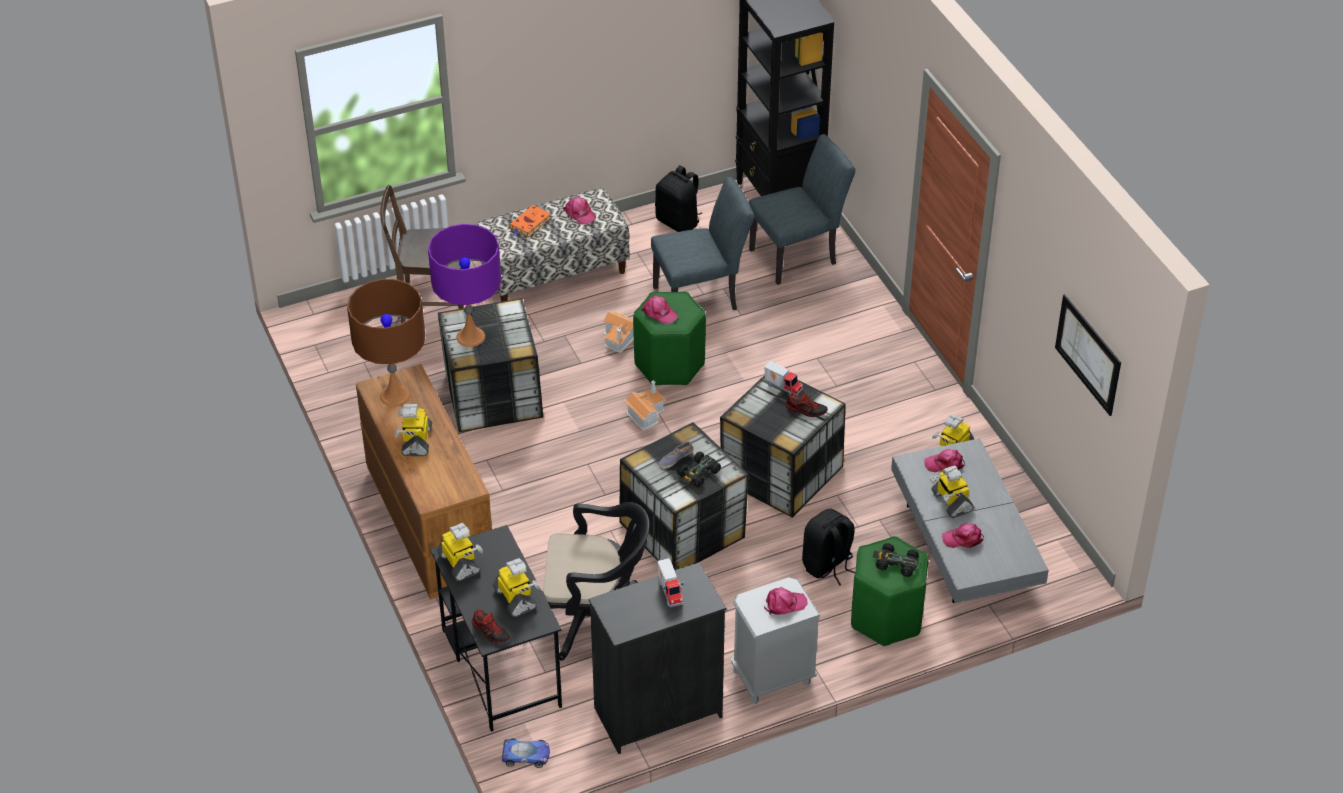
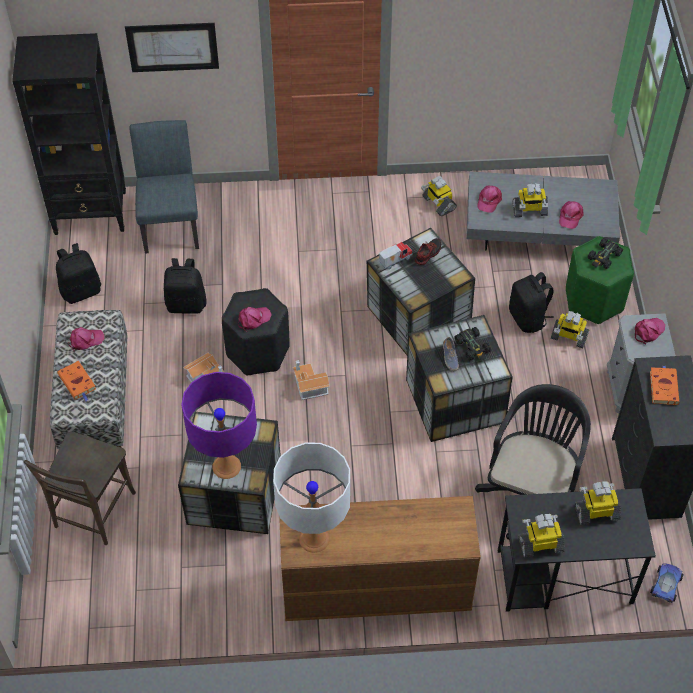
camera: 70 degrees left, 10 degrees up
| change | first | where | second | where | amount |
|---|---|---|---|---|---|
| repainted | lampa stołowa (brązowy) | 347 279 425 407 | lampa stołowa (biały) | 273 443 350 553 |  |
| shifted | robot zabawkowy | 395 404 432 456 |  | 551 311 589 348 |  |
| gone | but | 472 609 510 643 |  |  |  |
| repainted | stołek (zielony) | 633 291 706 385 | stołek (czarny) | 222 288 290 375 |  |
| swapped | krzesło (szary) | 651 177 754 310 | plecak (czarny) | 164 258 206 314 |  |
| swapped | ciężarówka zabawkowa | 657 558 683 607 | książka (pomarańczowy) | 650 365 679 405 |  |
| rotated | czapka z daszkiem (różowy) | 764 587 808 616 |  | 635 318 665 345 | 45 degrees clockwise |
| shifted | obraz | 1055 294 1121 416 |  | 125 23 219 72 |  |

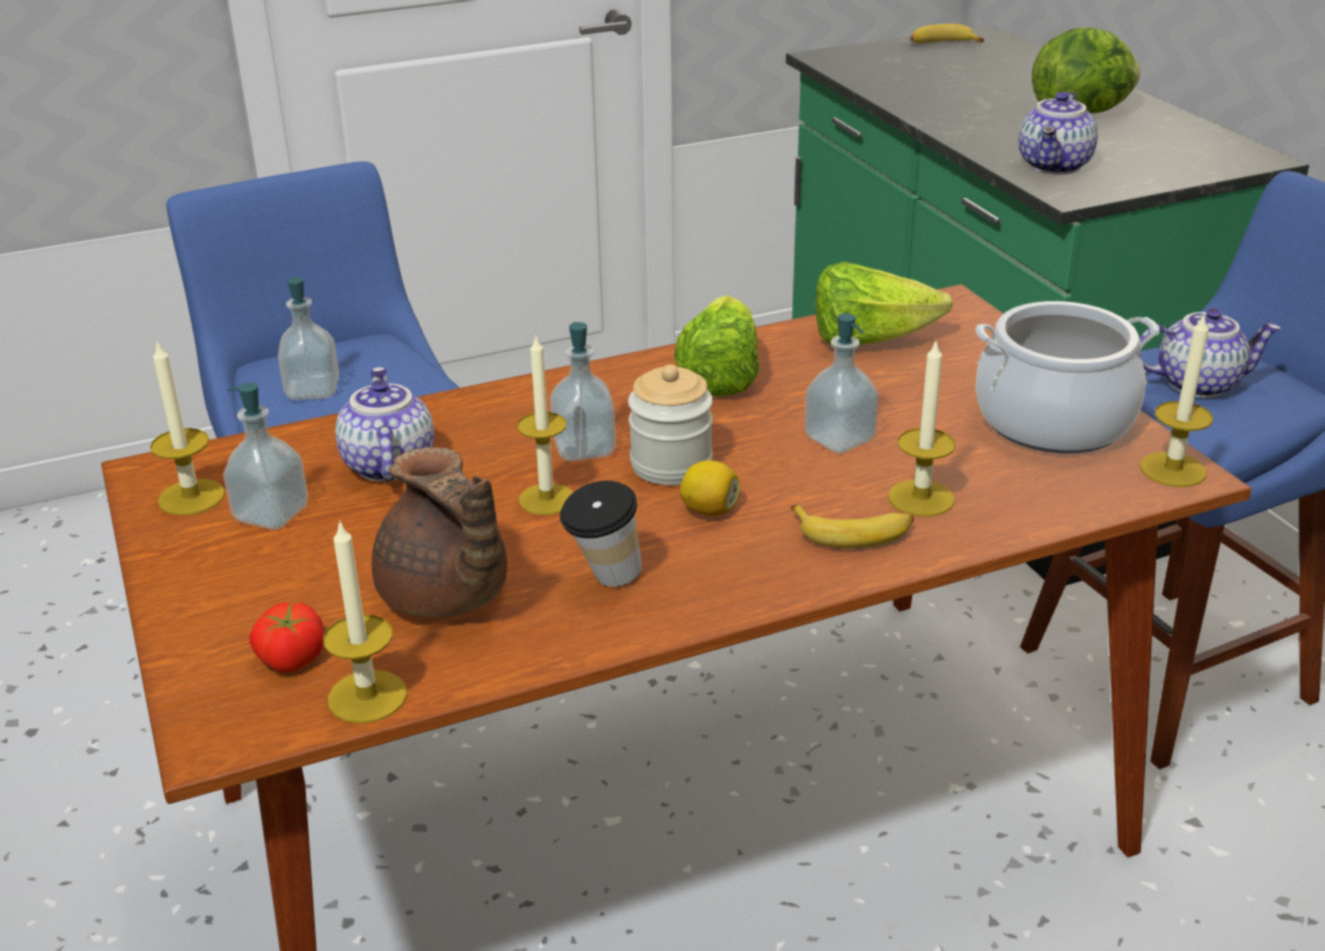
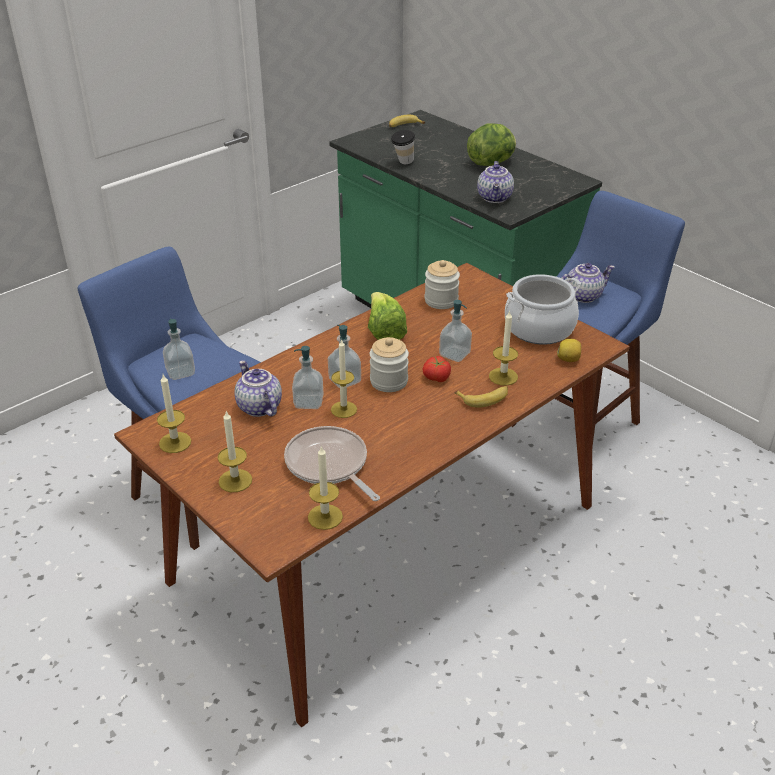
camera: 20 degrees left, 5 degrees up
| change | first | where | second | where | amount |
|---|---|---|---|---|---|
| shifted | dozownik mydła | 223 382 308 530 |  | 292 346 323 409 |  |
| shifted | pomidor | 249 602 324 672 |  | 422 356 451 382 |  |
| swapped | imbryk (brązowy) | 372 447 507 617 | patelnia | 284 426 380 501 |  |
| shifted | filiżanka | 560 481 642 587 |  | 391 130 415 164 |  |
| shifted | cytryna | 680 460 740 516 |  | 557 339 581 362 |  |
| swapped | sałata | 815 262 953 345 | słoik | 425 260 460 309 |  |
| shifted | świeca | 1140 312 1213 487 |  | 218 411 252 492 |  |

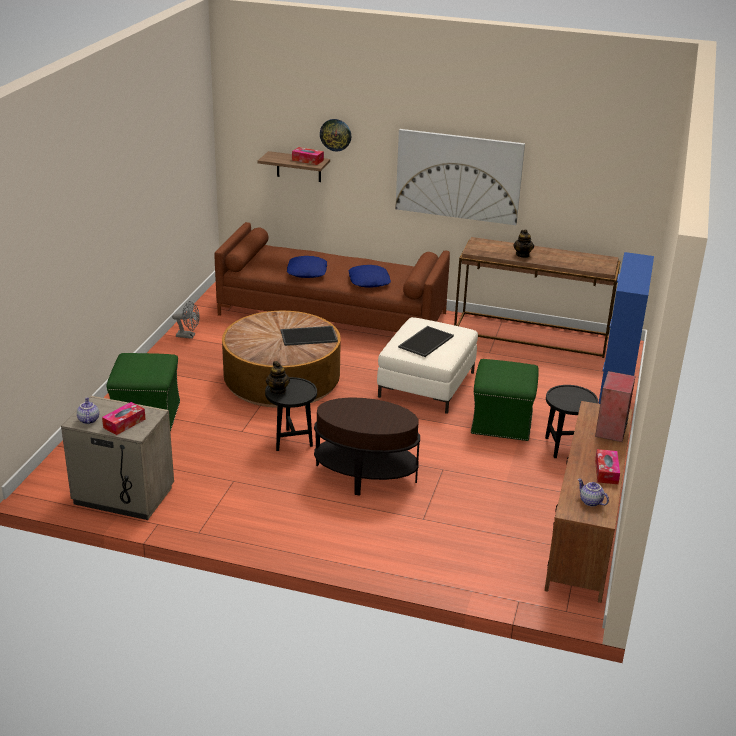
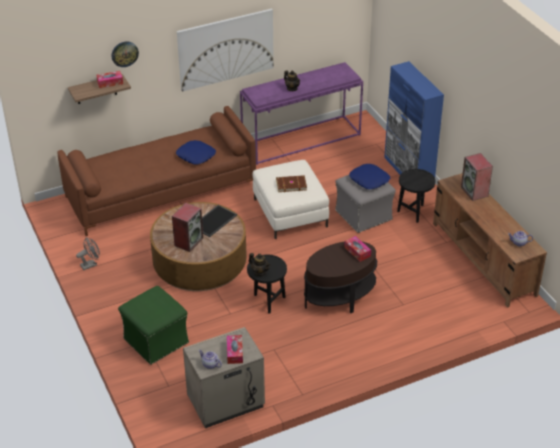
camera: 40 degrees left, 10 degrees up
| change | first | where | second | where | amount |
|---|---|---|---|---|---|
| shifted | poduszka (niebieski) | 287 256 327 278 |  | 349 164 390 189 |  |
| swapped | taca | 398 326 454 357 | książka (brązowy) | 276 175 307 192 |  |
| repainted | stolik konsolowy (brązowy) | 454 237 620 358 | stolik konsolowy (fioletowy) | 240 62 363 165 |  |
| repainted | pufa (zielony) | 471 359 539 441 | pufa (szary) | 335 175 396 233 |  |
| shifted | pudełko chusteczek | 595 449 620 484 |  | 344 236 371 262 |  |
| new |  |  | głośnik | 172 203 203 252 |  |

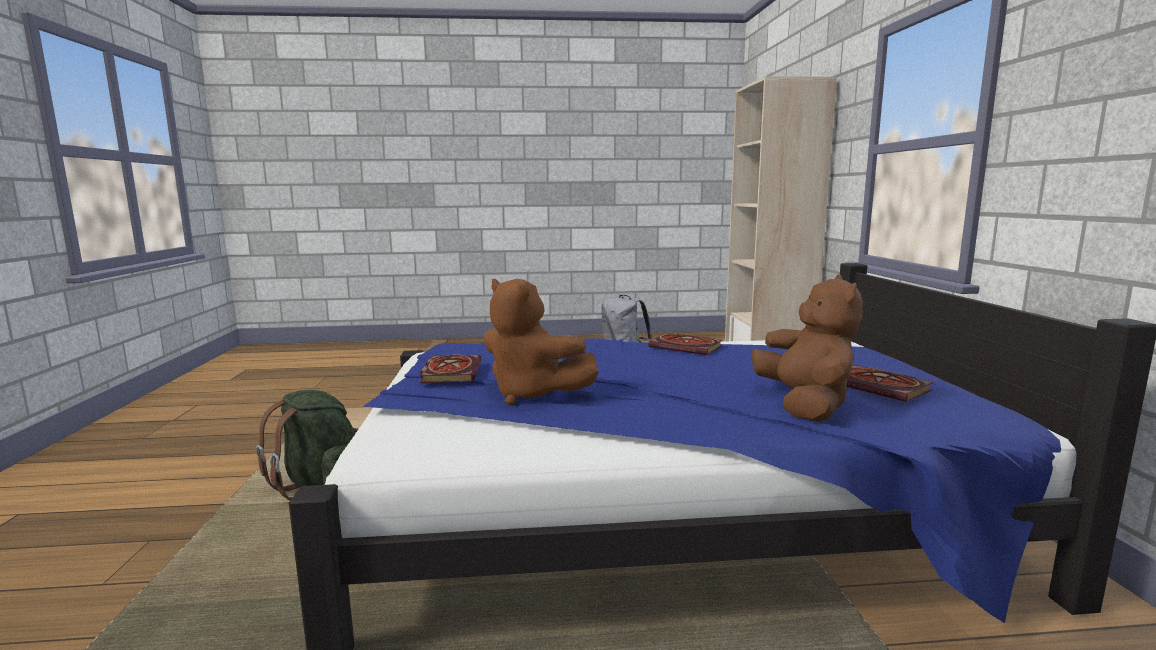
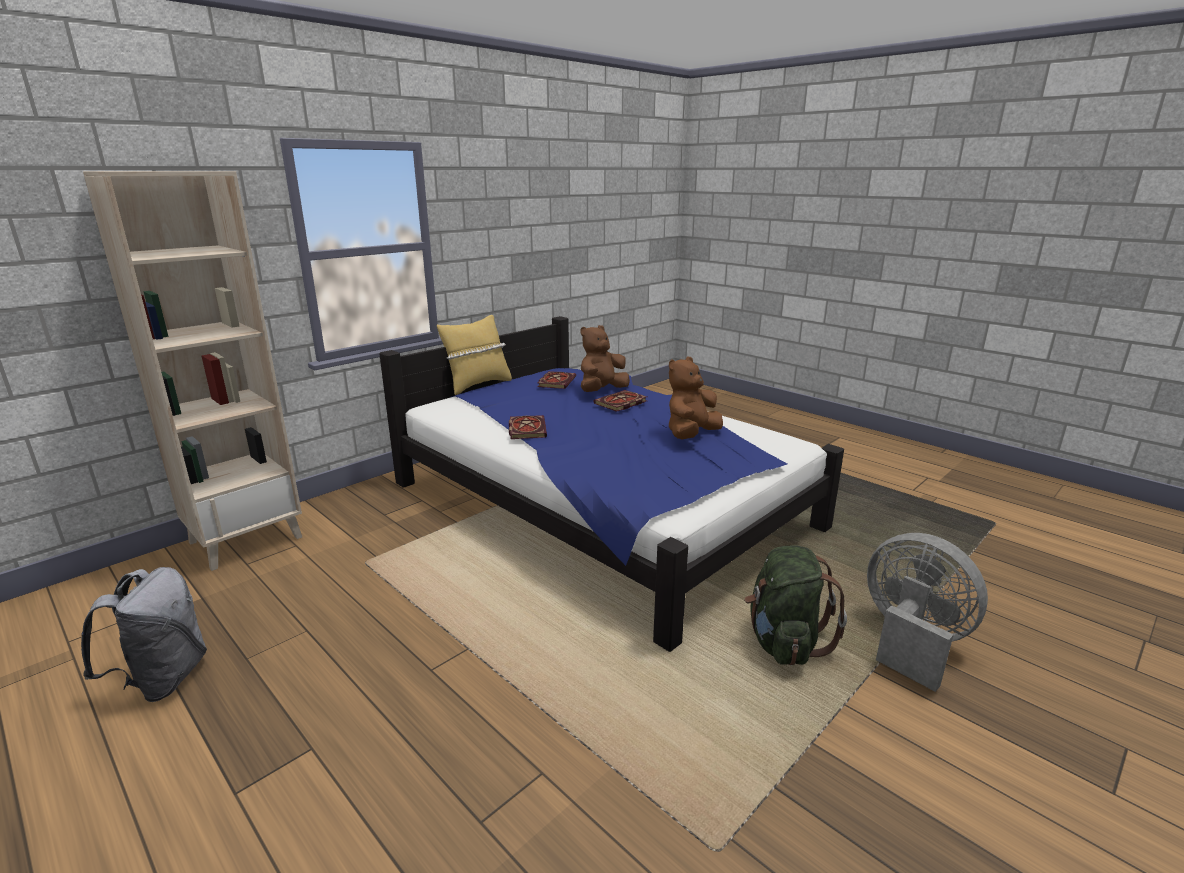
camera: 130 degrees left, 10 degrees up
| change | first | where | second | where | amount |
|---|---|---|---|---|---|
| shifted | książka | 420 354 481 383 |  | 594 390 647 412 |  |
| rotated | pluszak (brązowy) | 484 279 599 405 |  | 669 357 723 439 | 135 degrees counterclockwise |
| new |  |  | poduszka (żółty) | 437 315 512 395 |  |
| new |  |  | wentylator (szary) | 867 533 988 692 |  |

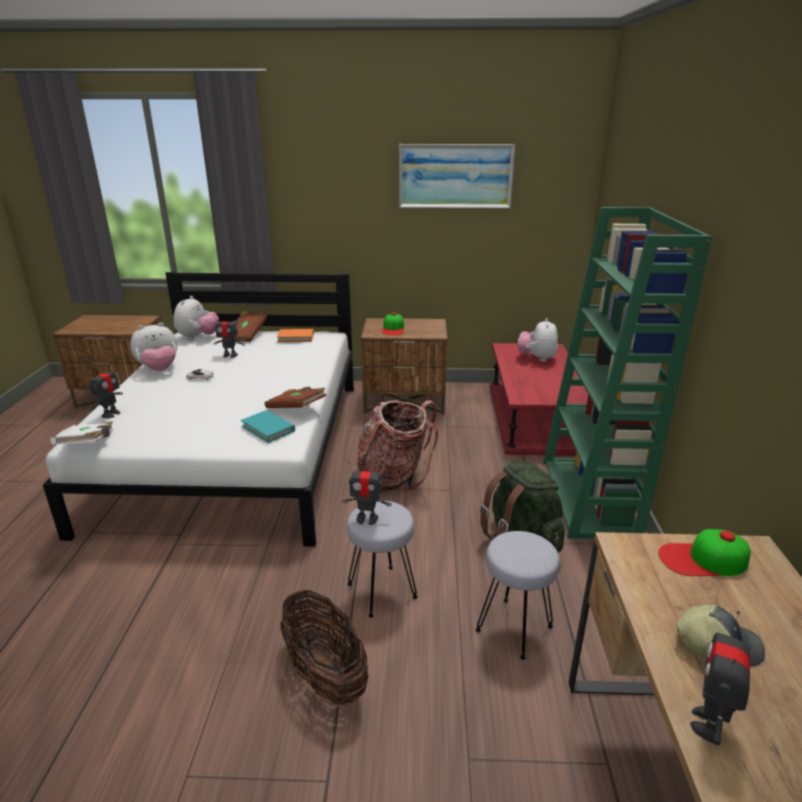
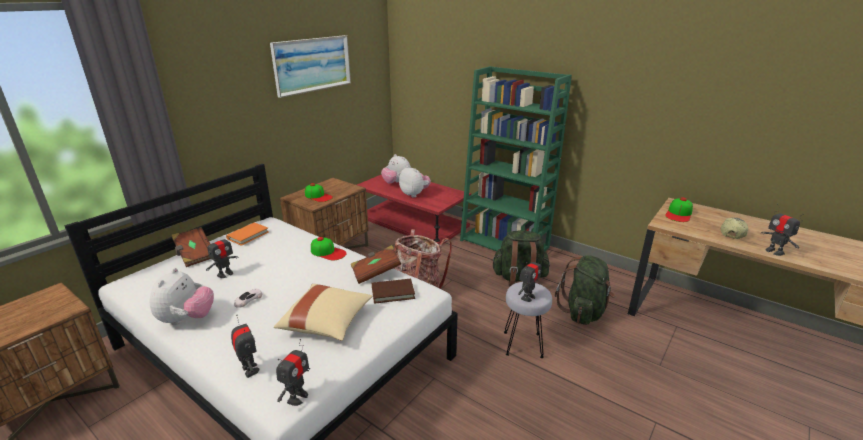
camera: 55 degrees left, 0 degrees up
| change | first | where | second | where | amount |
|---|---|---|---|---|---|
| swapped | książka (biały) | 50 421 113 445 | robot zabawkowy | 276 339 310 406 |  |
| shifted | pluszak | 173 296 219 340 |  | 399 165 431 198 |  |
| repainted | książka (turkusowy) | 241 410 295 443 | książka (brązowy) | 372 279 415 304 |  |
| gone | koszyk | 280 589 369 707 |  |  |  |
| swapped | stołek (szary) | 475 531 560 660 | plecak (zielony) | 555 255 615 325 |  |
| new |  |  | poduszka (beżowy) | 274 284 372 341 |  |
| new |  |  | czapka z daszkiem | 311 237 347 260 |  |

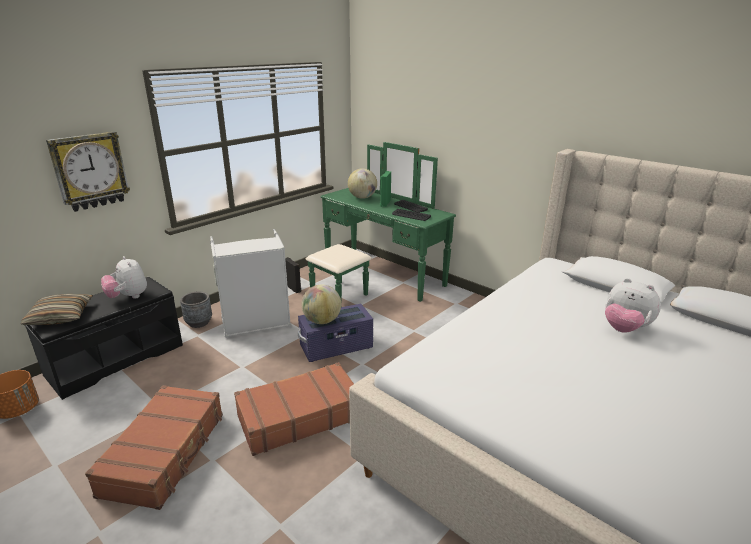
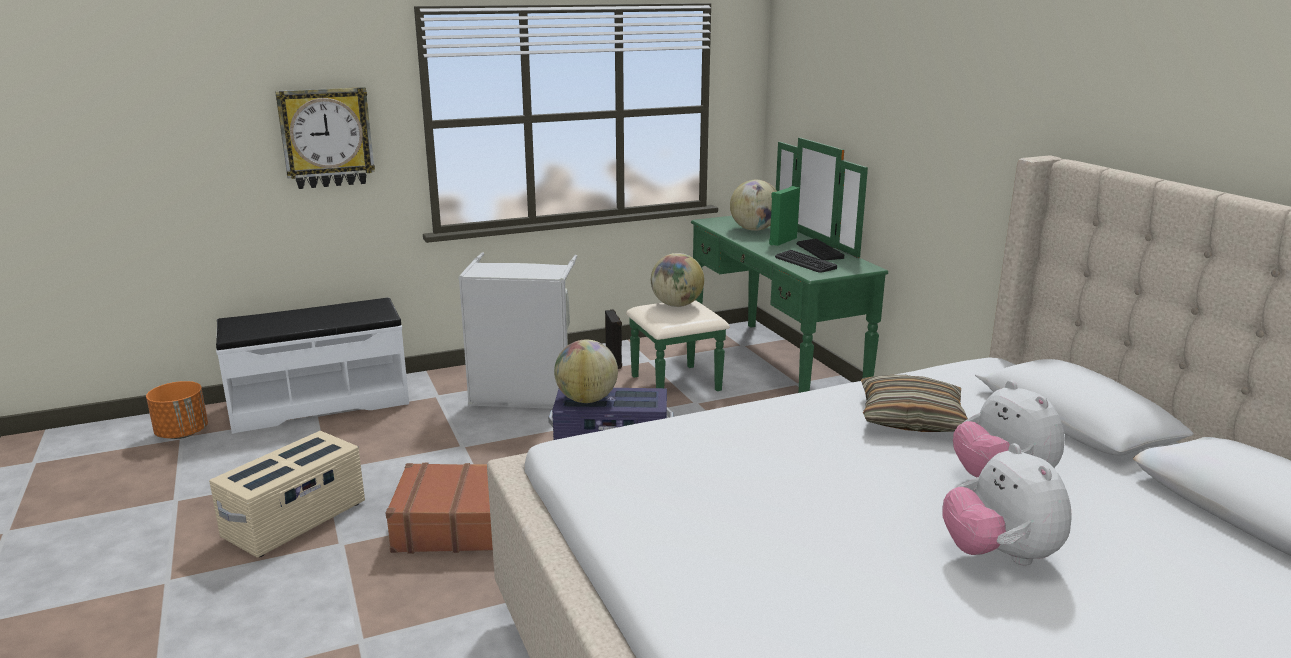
camera: 25 degrees right, 5 degrees down
| change | first | where | second | where | amount |
|---|---|---|---|---|---|
| shifted | poduszka | 21 294 93 325 |  | 861 375 968 432 |  |
| repainted | ławka (czarny) | 25 277 183 400 | ławka (biały) | 216 298 409 434 |  |
| swapped | walizka (brązowy) | 85 385 223 510 | pojemnik do przechowywania (beżowy) | 209 431 365 558 |  |
| shifted | pluszak | 101 256 147 299 |  | 943 443 1072 566 |  |
| gone | donica (szary) | 180 292 212 328 |  |  |  |
| new |  |  | globus | 651 253 704 307 |  |

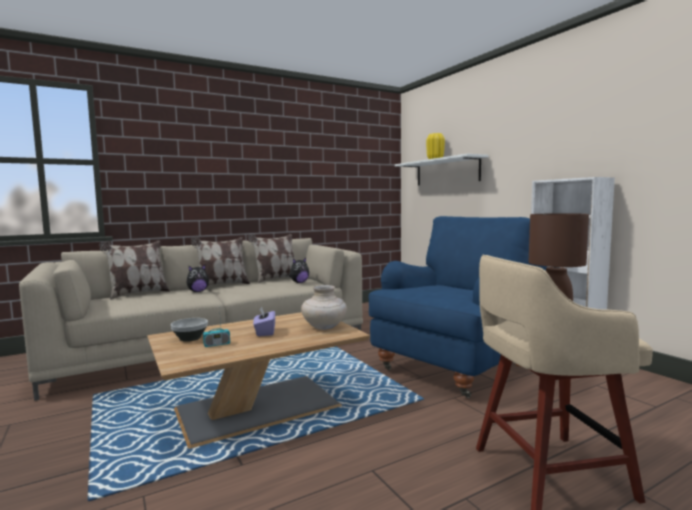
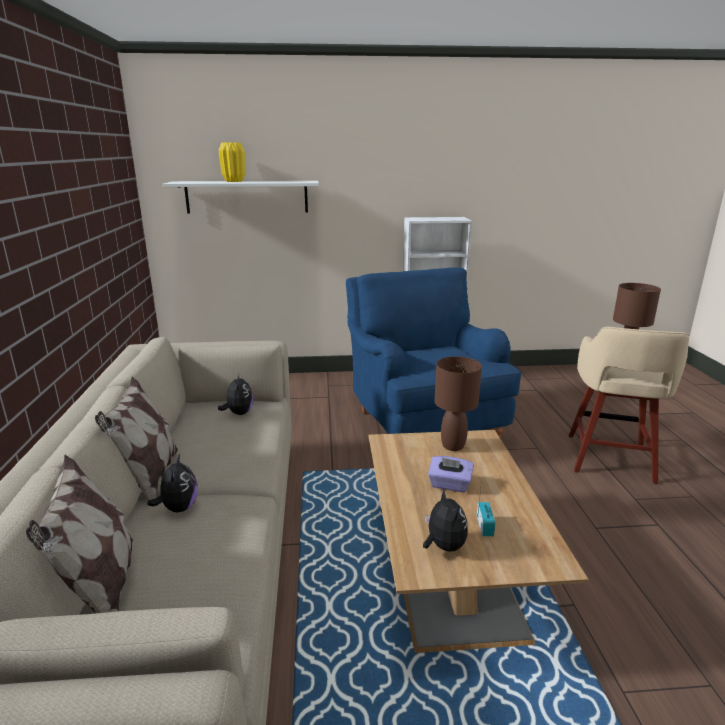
camera: 65 degrees left, 15 degrees up
| change | first | where | second | where | amount |
|---|---|---|---|---|---|
| swapped | miska | 171 318 208 342 | pluszak | 423 490 468 551 |  |
| gone | poduszka | 248 234 295 283 |  |  |  |
| swapped | wazon (beżowy) | 301 285 347 330 | lampa stołowa (brązowy) | 434 356 482 451 |  |

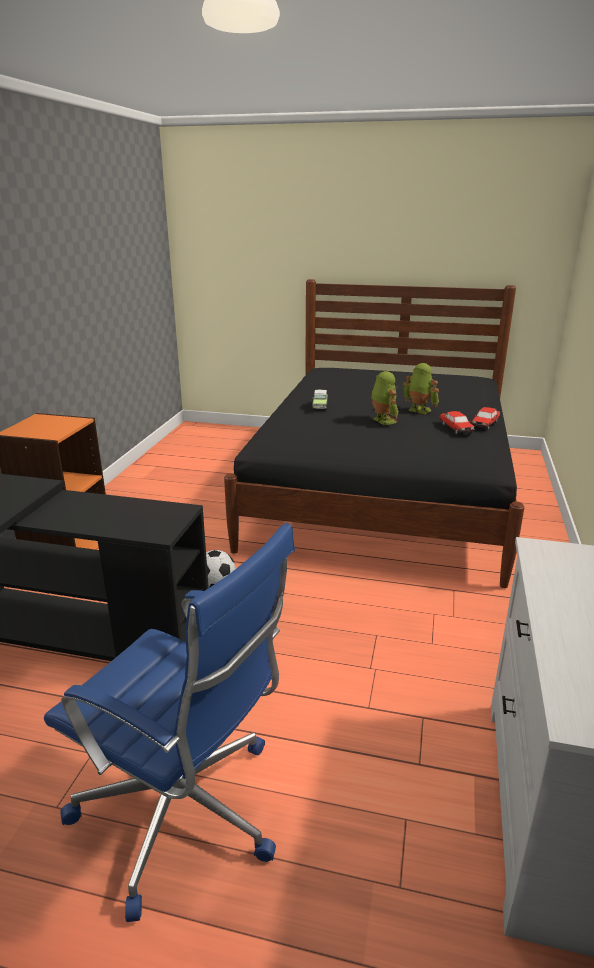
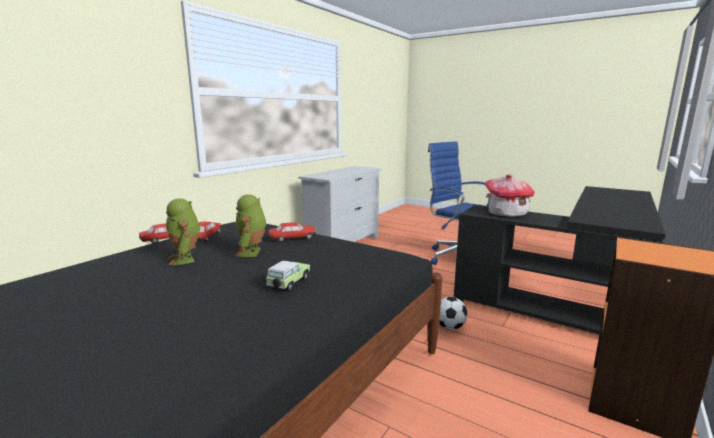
camera: 160 degrees left, 10 degrees down
| change | first | where | second | where | amount |
|---|---|---|---|---|---|
| new |  |  | samochodzik | 268 222 316 242 |  |
| new |  |  | domek | 484 174 535 217 |  |

